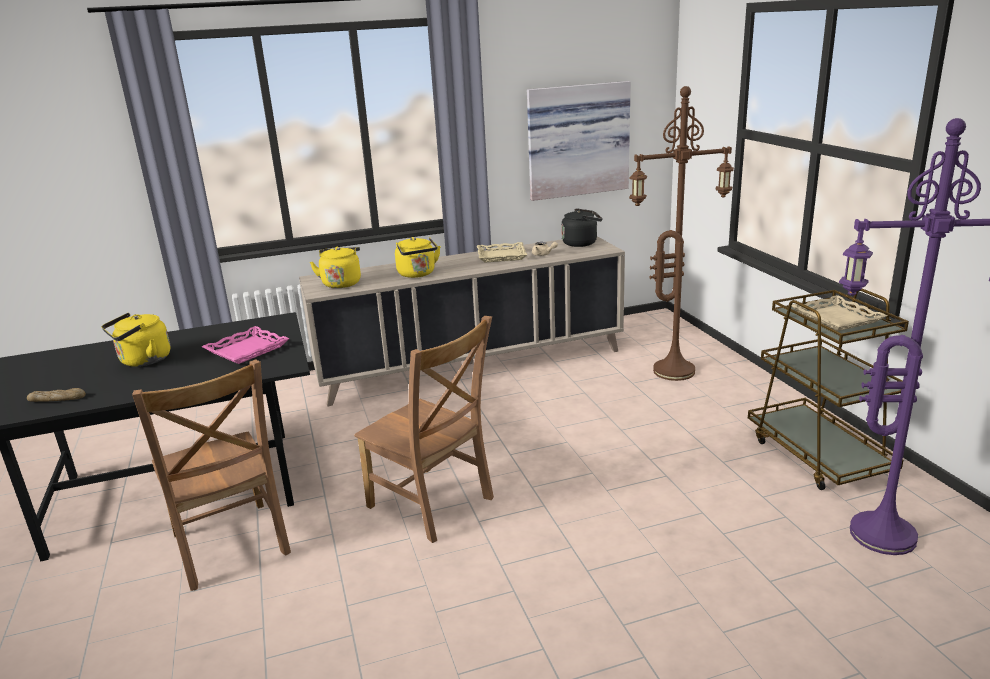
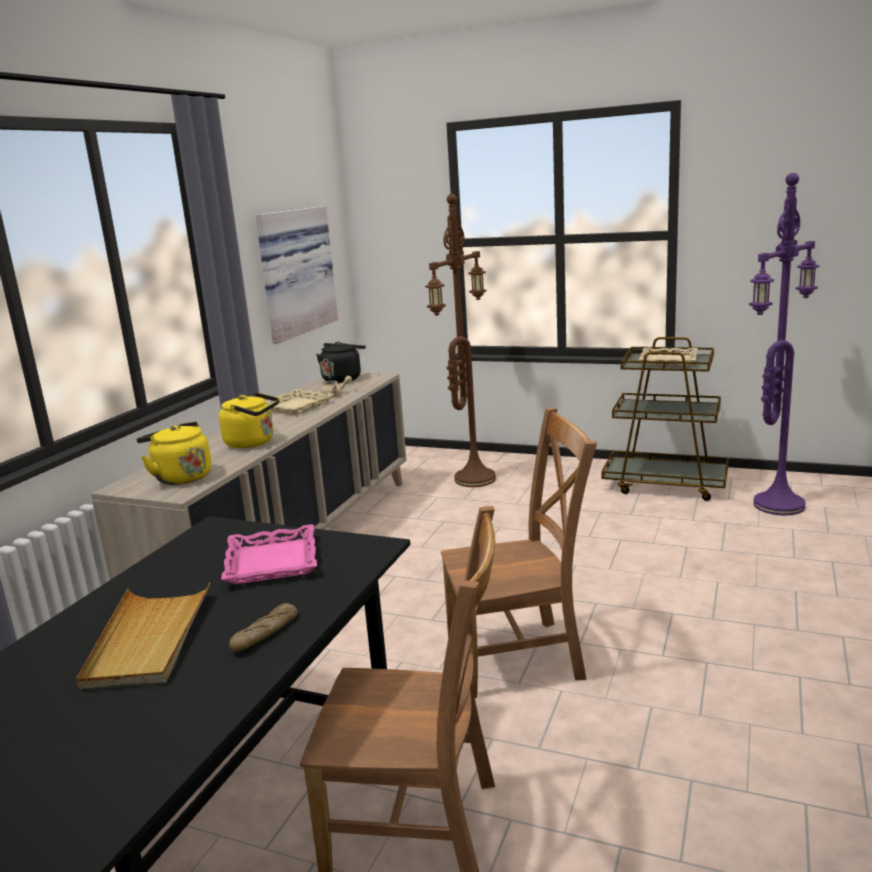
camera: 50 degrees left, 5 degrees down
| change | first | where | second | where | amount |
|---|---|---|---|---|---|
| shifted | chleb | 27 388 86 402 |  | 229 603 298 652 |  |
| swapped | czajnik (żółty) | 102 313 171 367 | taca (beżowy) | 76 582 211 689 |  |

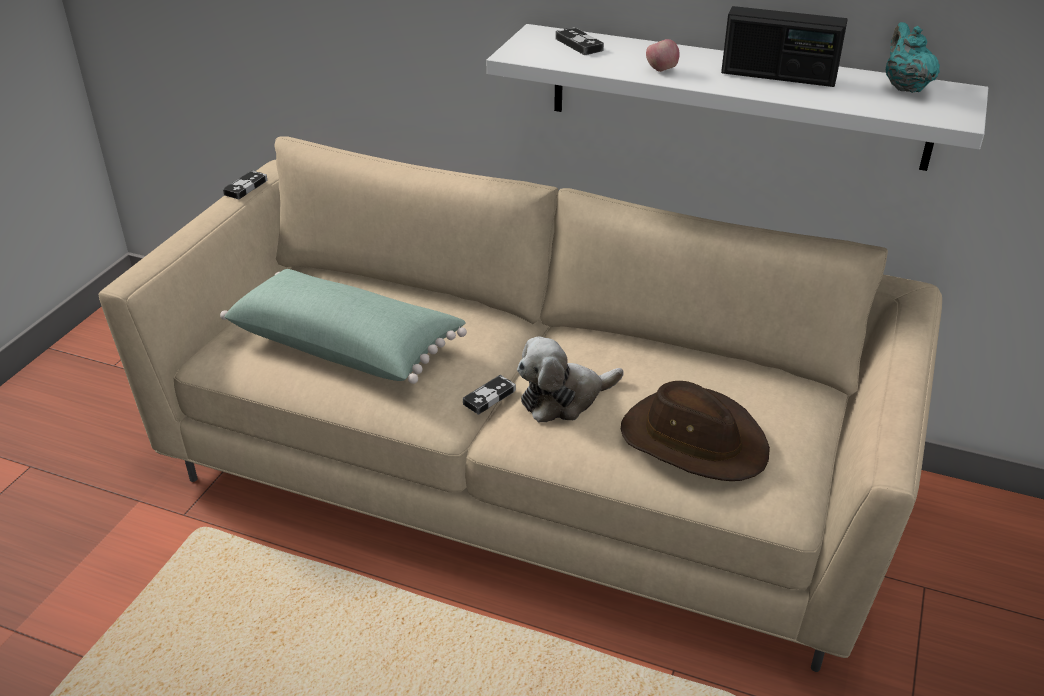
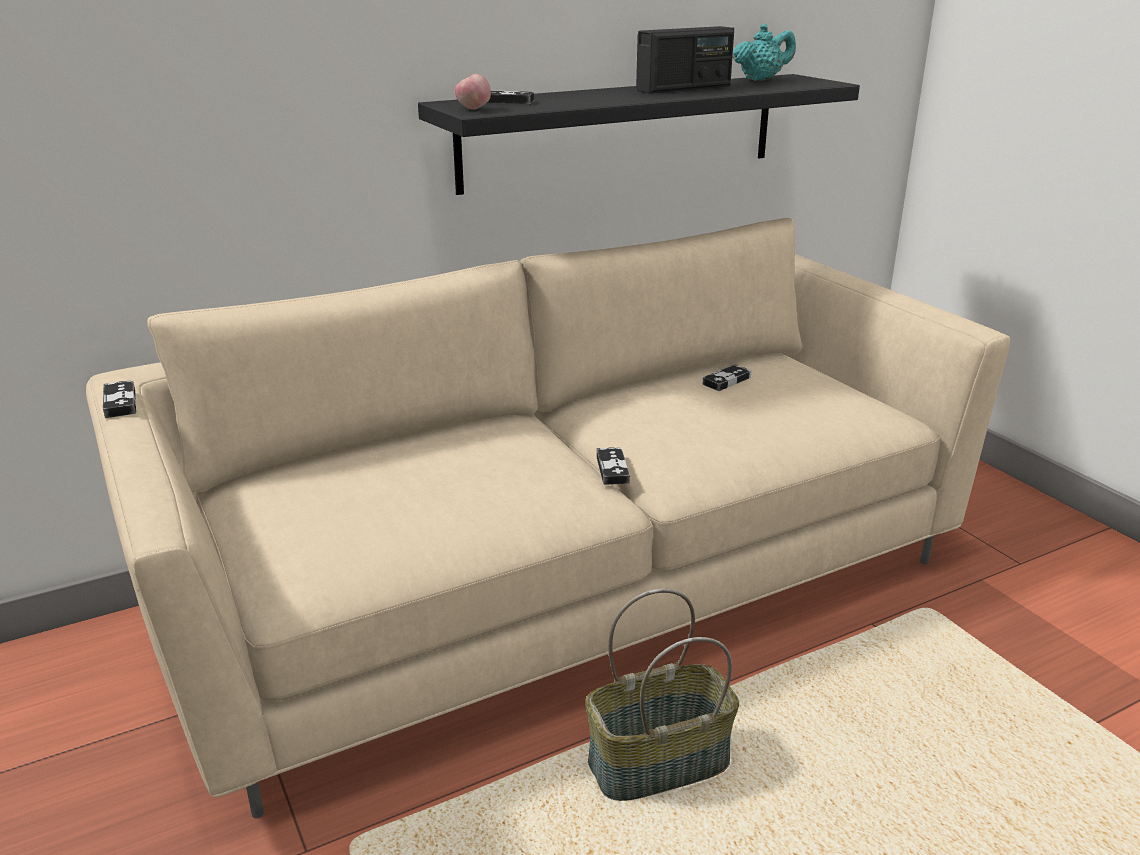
camera: 50 degrees left, 10 degrees down
| change | first | where | second | where | amount |
|---|---|---|---|---|---|
| gone | poduszka (zielony) | 220 269 467 384 |  |  |  |
| repainted | półka (biały) | 487 24 988 171 | półka (czarny) | 418 74 860 195 |  |
| gone | pluszak | 517 337 623 423 |  |  |  |
| gone | kapelusz (brązowy) | 621 381 770 481 |  |  |  |
| shifted | jabłko | 646 39 679 72 |  | 455 74 491 110 |  |
| rotated | imbryk (turkusowy) | 886 22 940 93 |  | 732 24 796 81 | 120 degrees clockwise |
| new |  |  | koszyk | 585 589 739 801 |  |
| new |  |  | pad do gier | 702 364 751 391 |  |

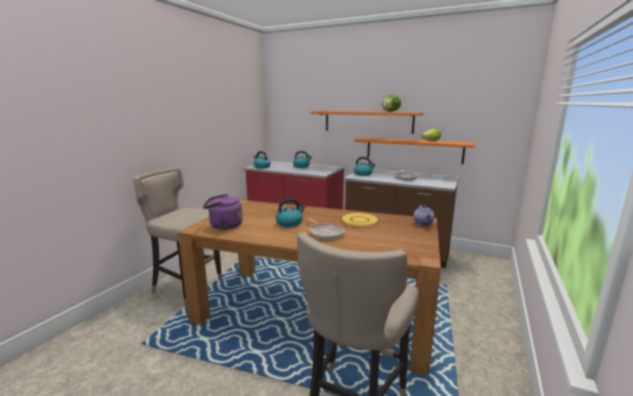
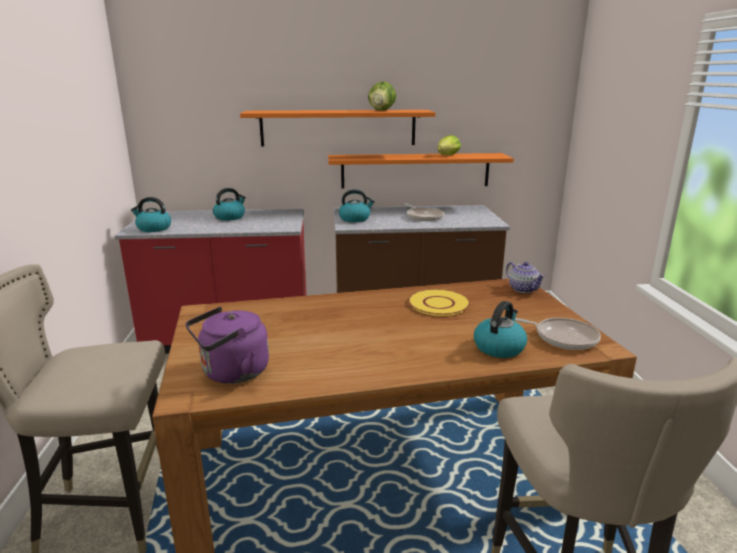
camera: 30 degrees left, 5 degrees up
| change | first | where | second | where | amount |
|---|---|---|---|---|---|
| shifted | czajnik | 276 198 305 227 |  | 474 301 527 358 |  |
| shifted | patelnia | 308 218 345 240 |  | 515 318 601 350 |  |

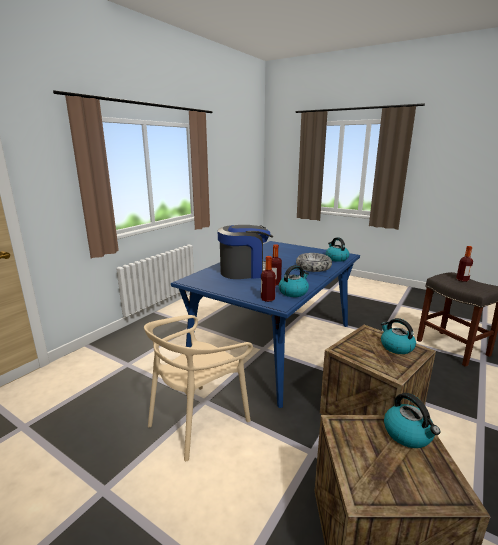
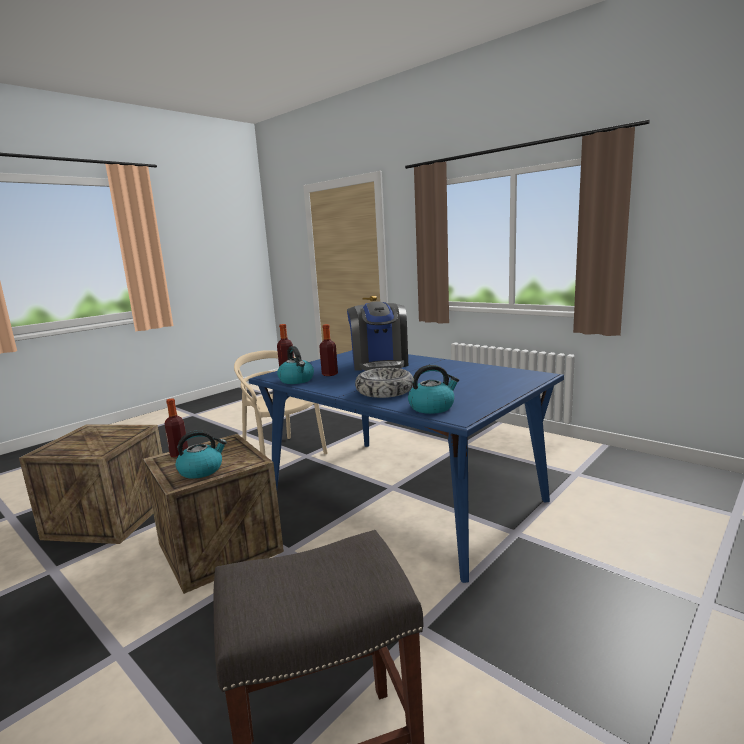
camera: 100 degrees right, 5 degrees down
| change | first | where | second | where | amount |
|---|---|---|---|---|---|
| gone | czajnik | 384 393 440 448 |  |  |  |
| shifted | butelka | 456 246 473 282 |  | 165 398 188 458 |  |

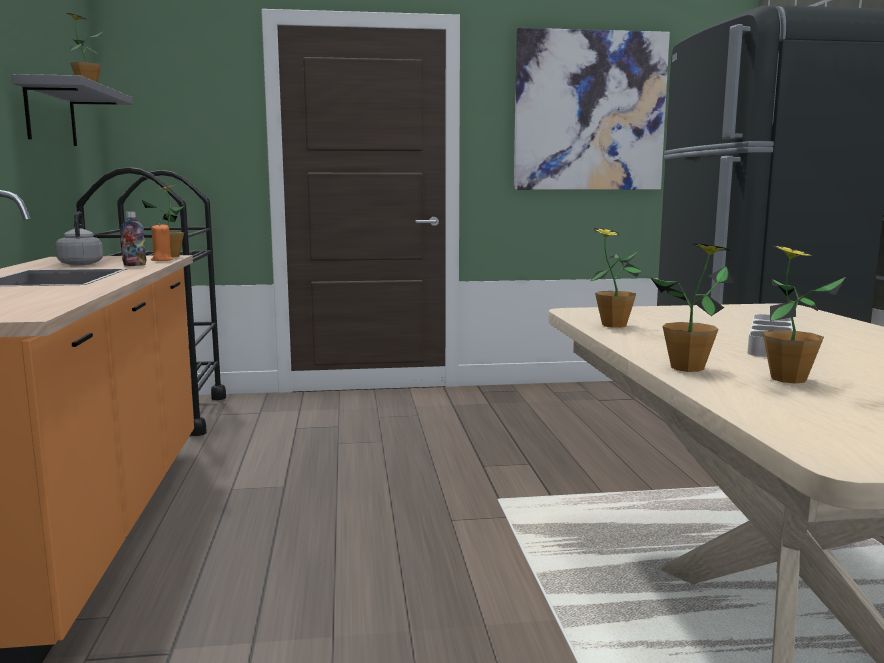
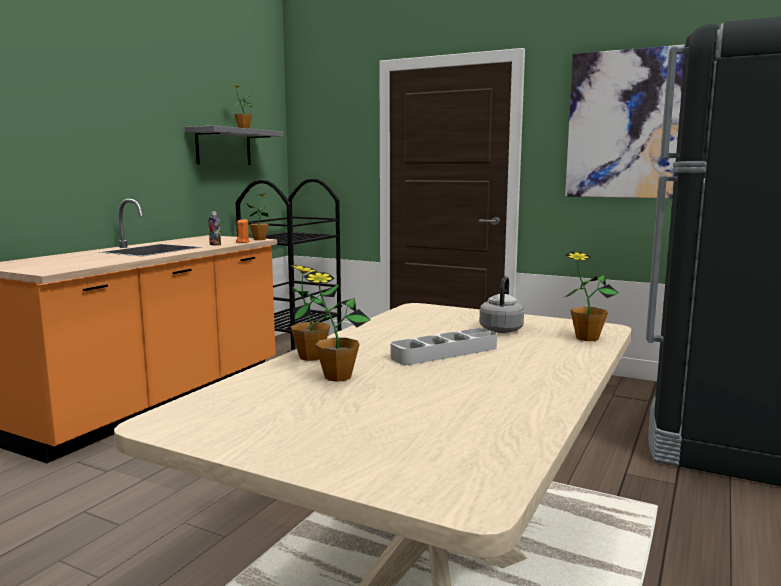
camera: 35 degrees right, 0 degrees up
| change | first | where | second | where | amount |
|---|---|---|---|---|---|
| shifted | czajnik (szary) | 56 212 103 265 |  | 479 276 524 333 |  |
| shifted | roślina doniczkowa | 591 228 642 328 |  | 565 252 618 341 |  |

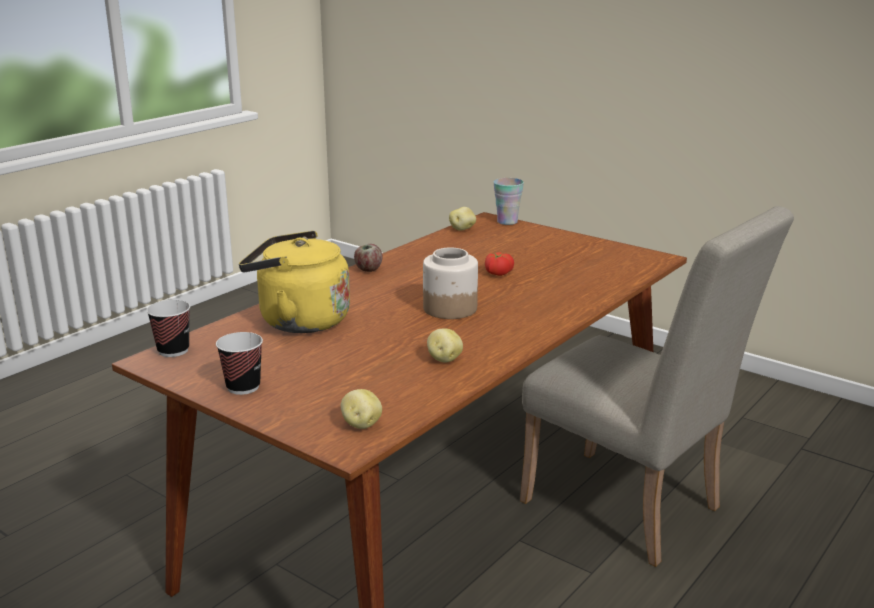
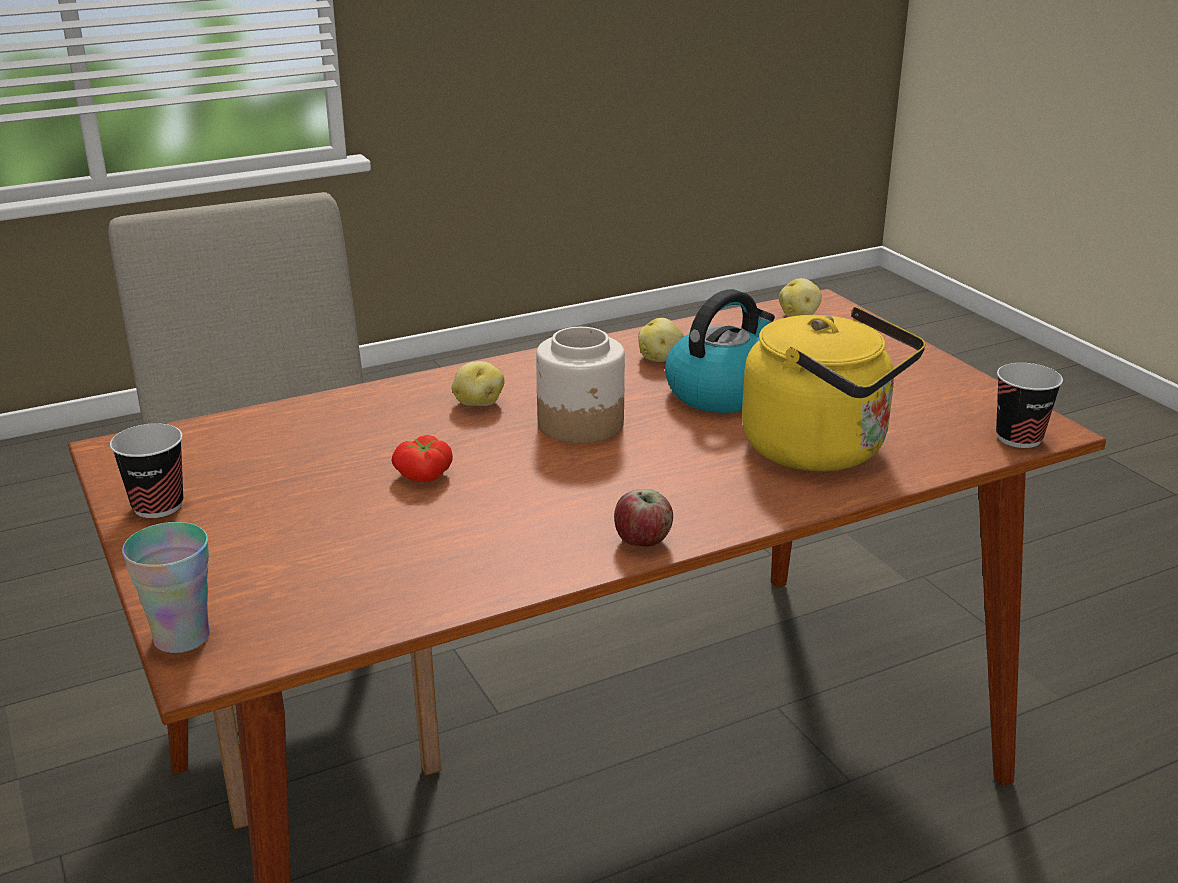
camera: 155 degrees left, 5 degrees up
| change | first | where | second | where | amount |
|---|---|---|---|---|---|
| shifted | filiżanka | 216 332 263 395 |  | 110 423 183 518 |  |
| shifted | ziemniak | 449 207 476 231 |  | 452 361 504 406 |  |
| new |  |  | czajnik | 665 289 775 413 |  |

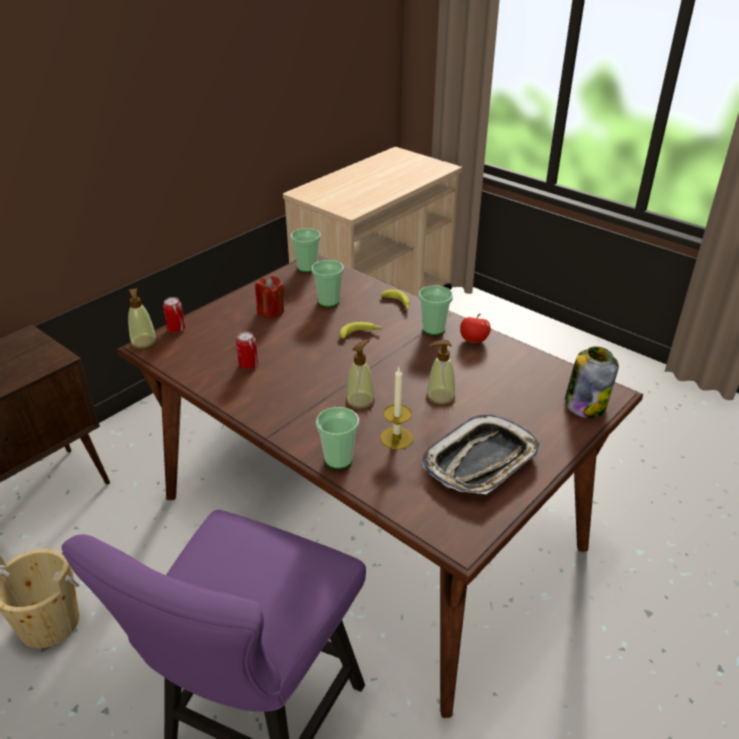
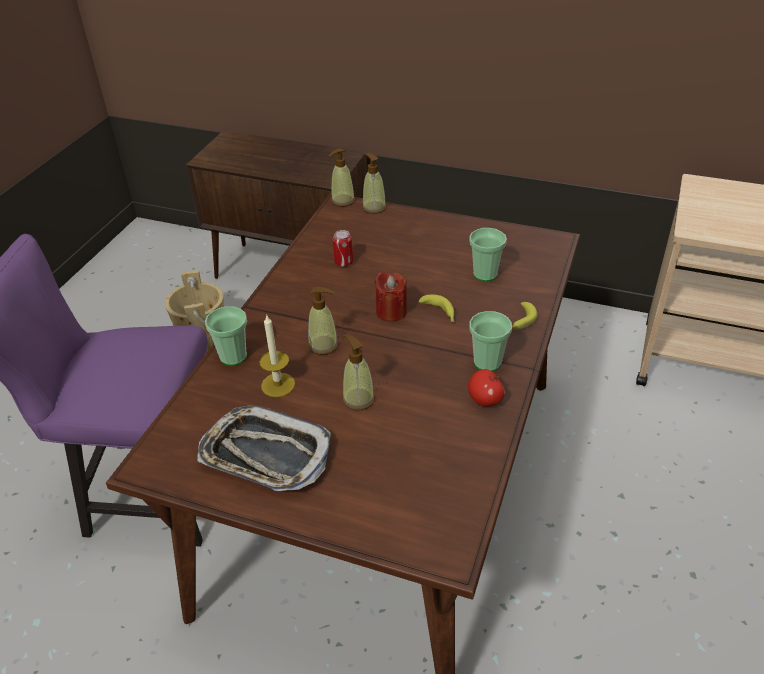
camera: 70 degrees right, 5 degrees up
| change | first | where | second | where | amount |
|---|---|---|---|---|---|
| swapped | puszka | 163 297 185 333 | dozownik mydła | 362 153 386 214 |  |
| shifted | świeca (czerwony) | 255 276 285 318 |  | 375 272 407 322 |  |
| gone | filiżanka | 291 228 321 272 |  |  |  |
| gone | słoik | 564 347 619 418 |  |  |  |

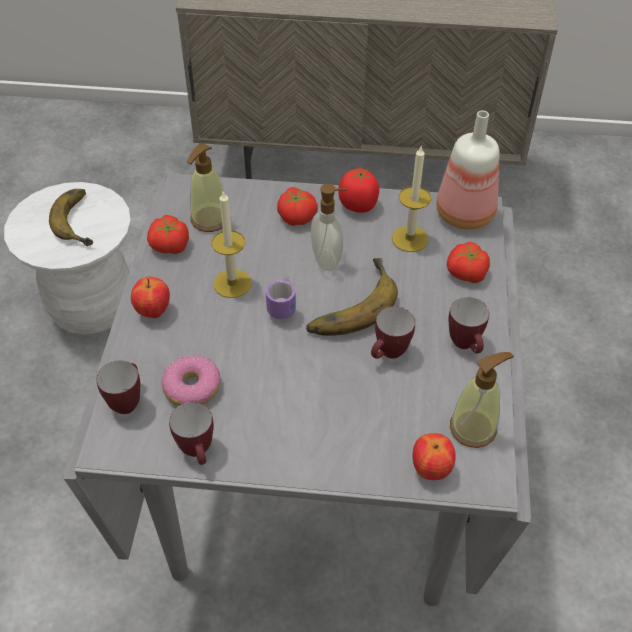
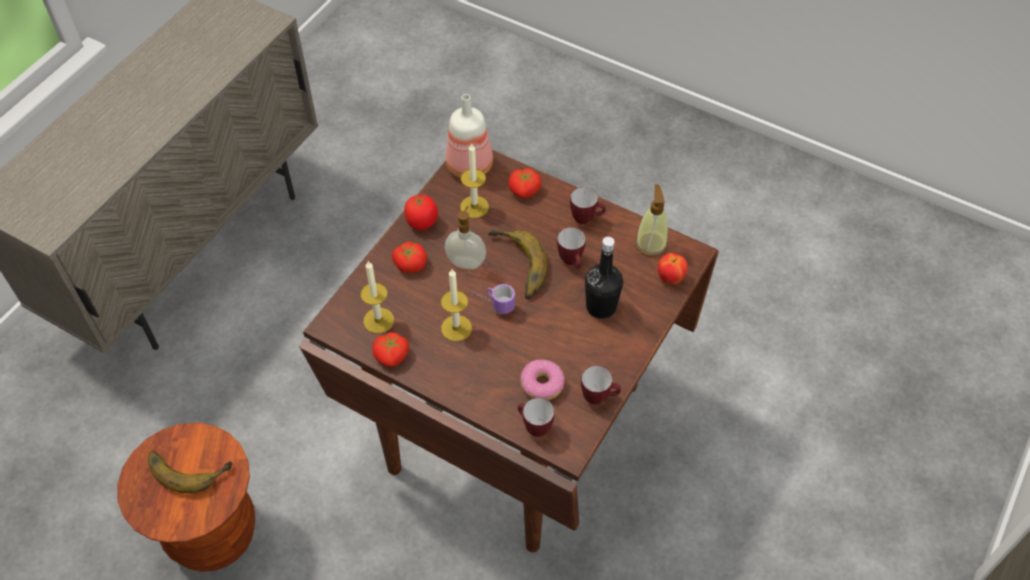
camera: 65 degrees left, 5 degrees up
| change | first | where | second | where | amount |
|---|---|---|---|---|---|
| repainted | stołek (biały) | 4 182 131 334 | stołek (brązowy) | 117 423 255 572 |  |
| repainted | stół jadalny (szary) | 63 173 531 606 | stół jadalny (brązowy) | 299 150 719 553 |  |
| gone | jabłko | 131 277 170 318 |  |  |  |
| swapped | dozownik mydła | 187 143 224 232 | świeca | 360 261 394 334 |  |
| new |  |  | butelka (czarny) | 585 237 623 319 |  |

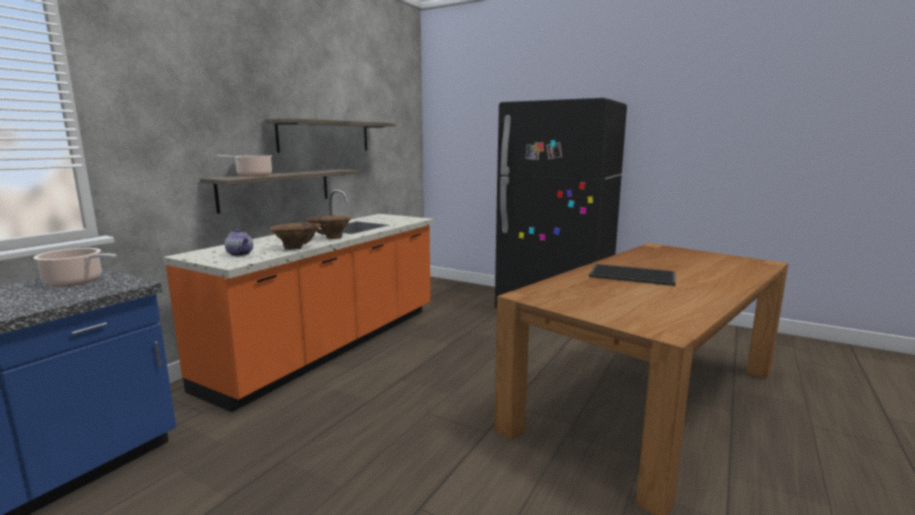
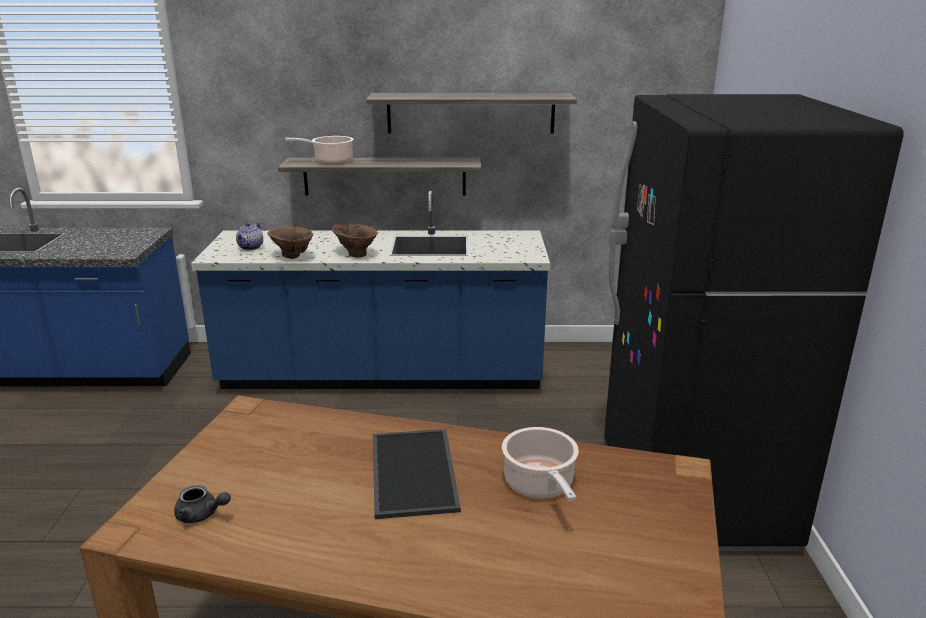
camera: 60 degrees right, 10 degrees up
| change | first | where | second | where | amount |
|---|---|---|---|---|---|
| shifted | garnek | 33 248 117 286 |  | 502 427 579 501 |  |
| repainted | zabudowa kuchenna (pomarańczowy) | 163 189 434 412 | zabudowa kuchenna (niebieski) | 191 191 550 389 |  |
| new |  |  | imbryk (szary) | 174 485 231 523 |  |

